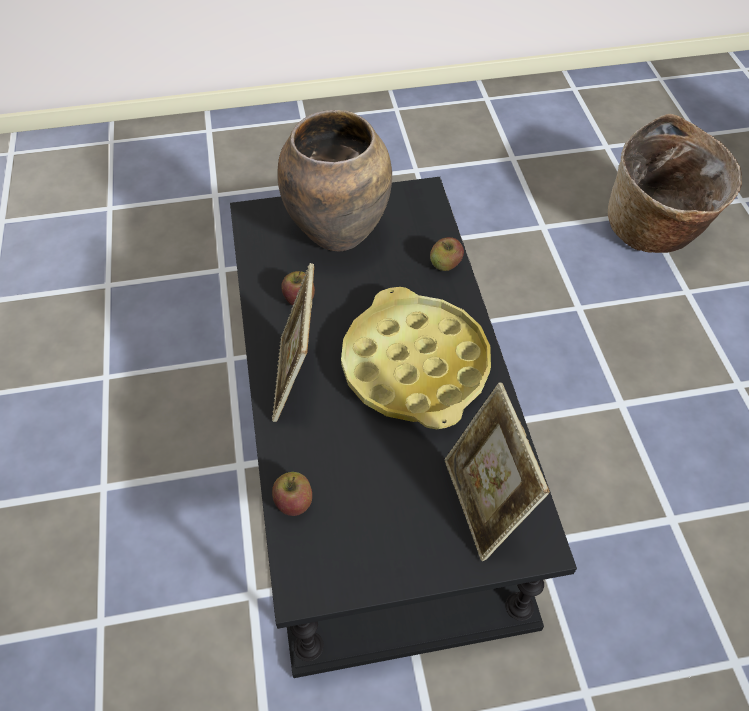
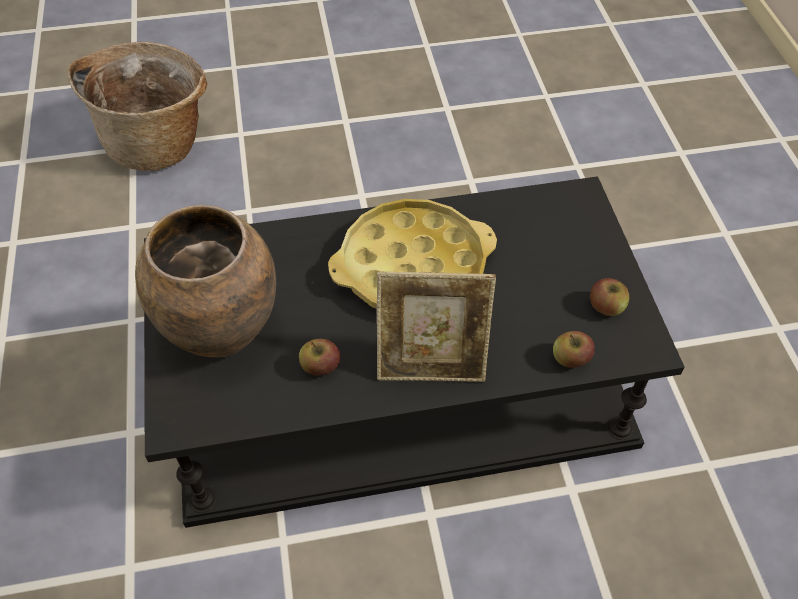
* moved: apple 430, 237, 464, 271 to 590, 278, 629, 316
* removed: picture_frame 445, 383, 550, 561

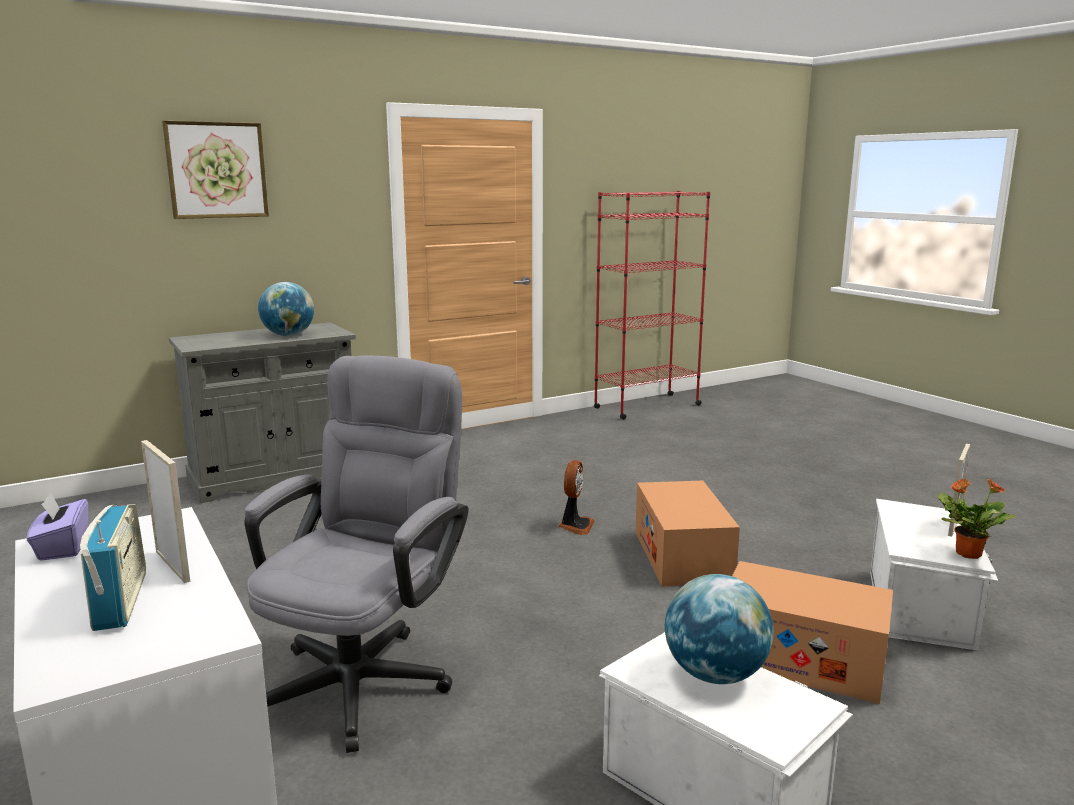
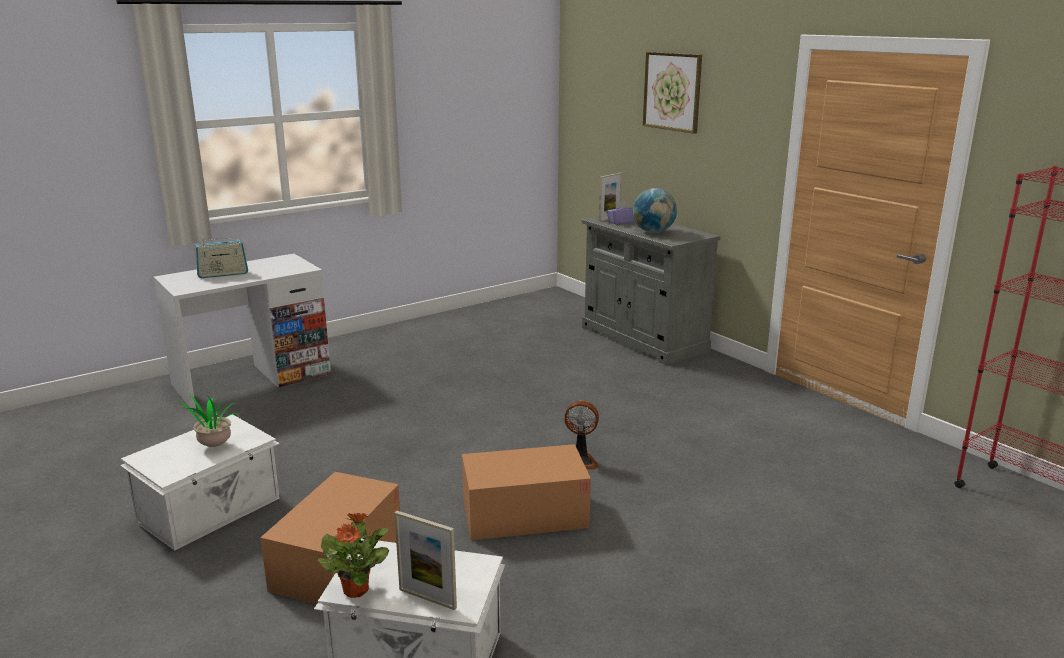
* replaced: globe 665, 574, 774, 684 to potted_plant 173, 394, 240, 447
* moved: picture_frame 141, 440, 190, 583 to 599, 173, 622, 222
* moved: purple_tissue_box 27, 493, 89, 561 to 606, 201, 634, 224
* removed: grey_office_chair 244, 355, 469, 753

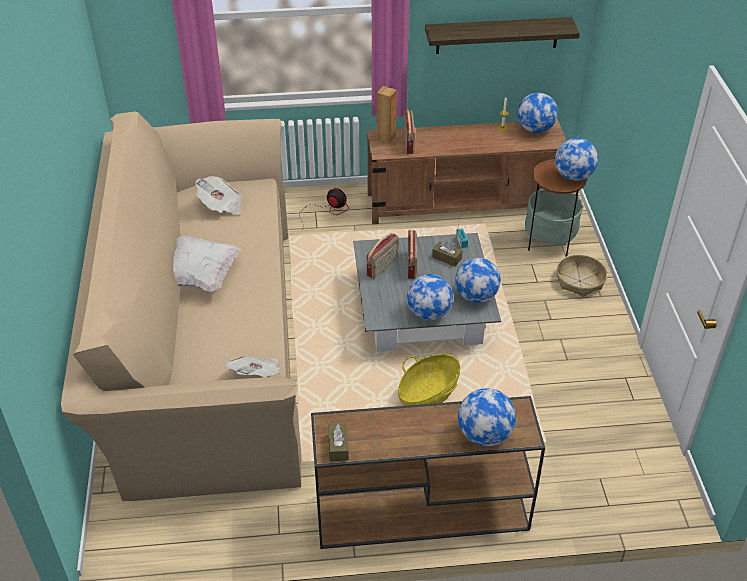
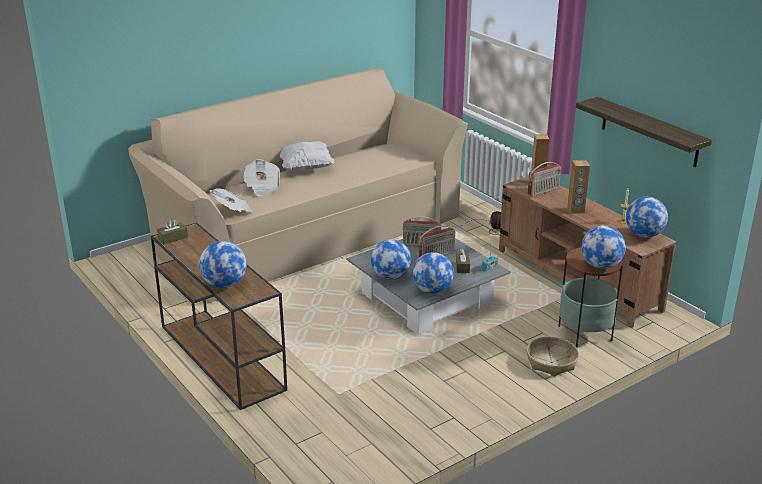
* moved: newspaper 196, 176, 242, 215 to 243, 159, 280, 196
* added: brown_speaker 567, 160, 590, 214
* removed: basket 398, 354, 460, 406

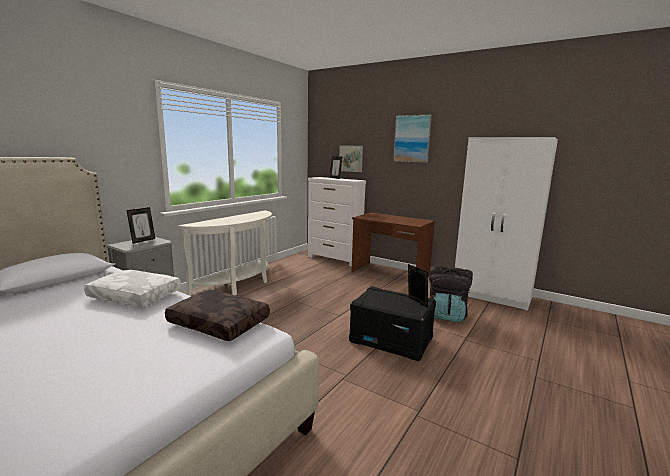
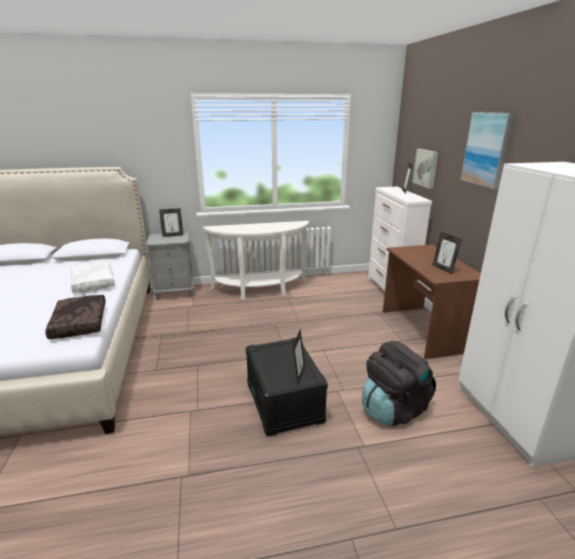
* added: picture_frame 433, 232, 462, 274

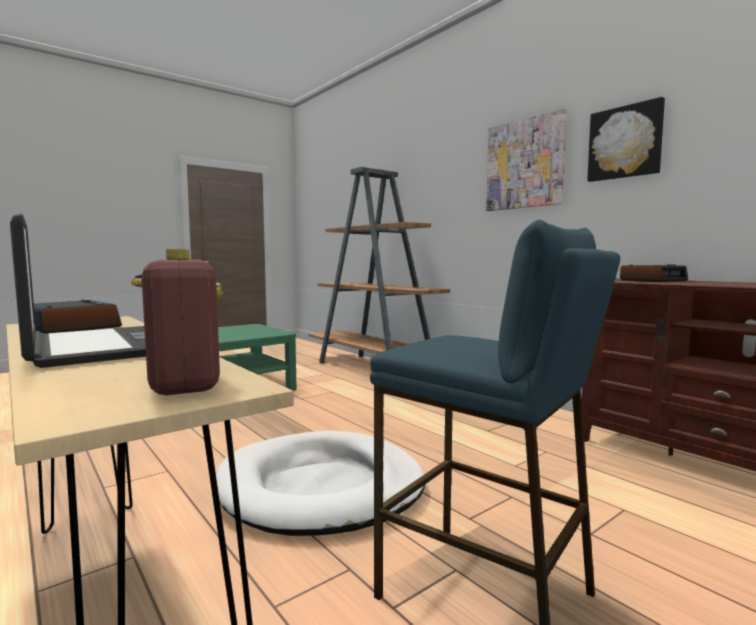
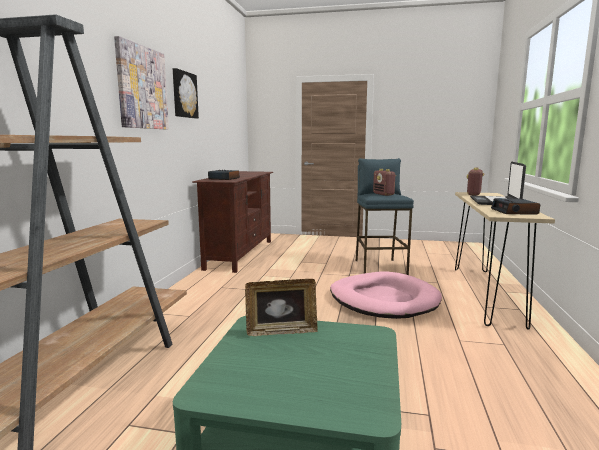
* added: picture_frame 245, 279, 318, 336
* recoloured: white_dog_bed 216, 431, 425, 536 to pink_dog_bed 330, 271, 442, 319
* added: radio 373, 169, 396, 196

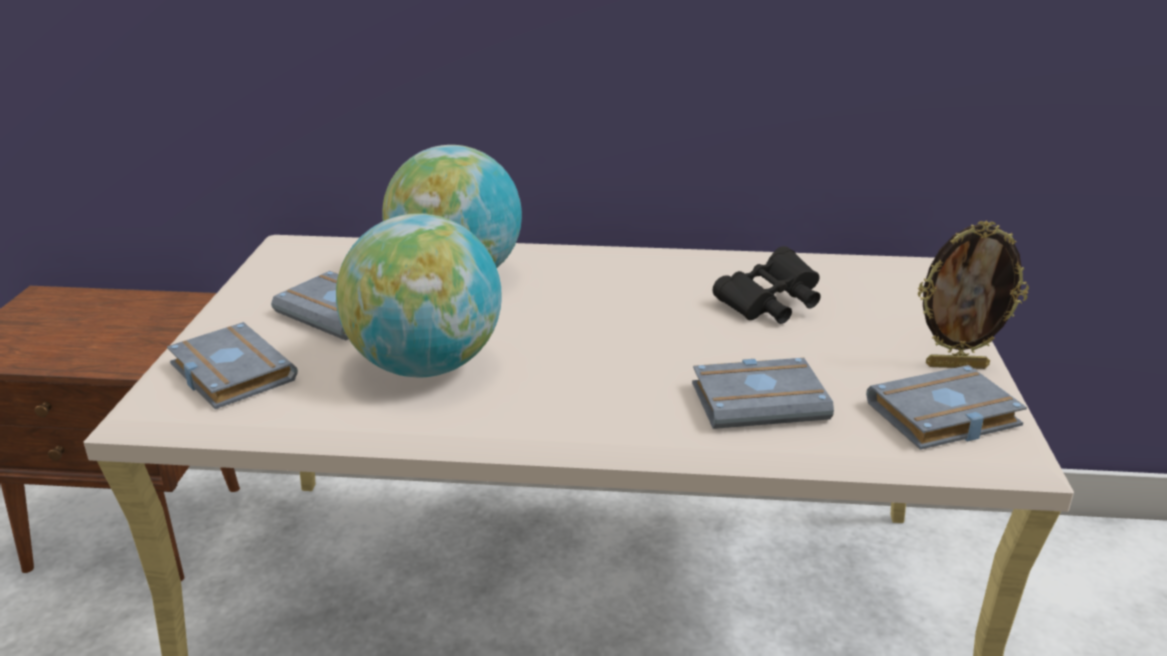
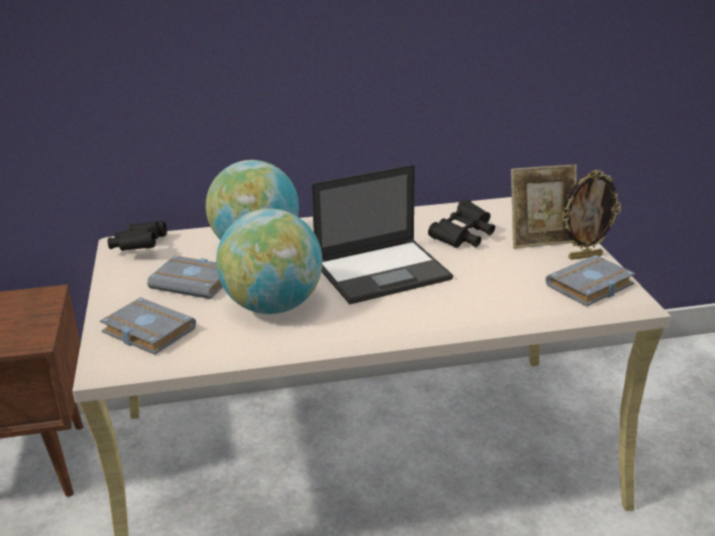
* added: black_binoculars 108, 221, 167, 251
* added: laptop 311, 164, 453, 305
* added: picture_frame 511, 164, 577, 249
* removed: grey_book 692, 358, 834, 429

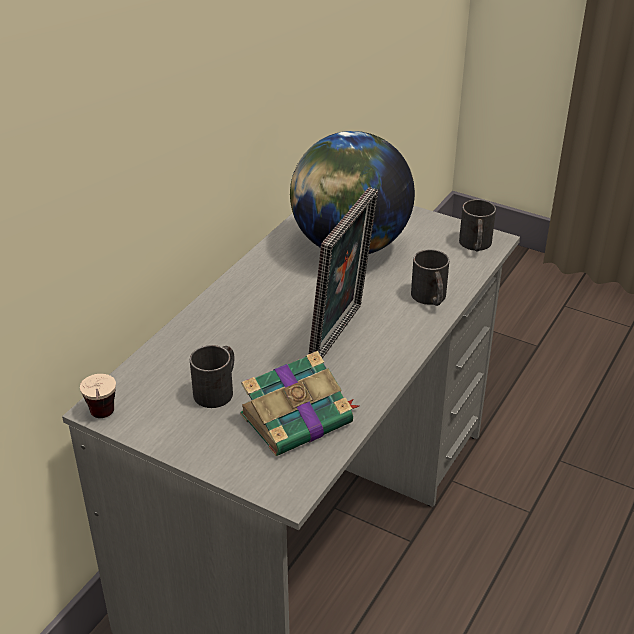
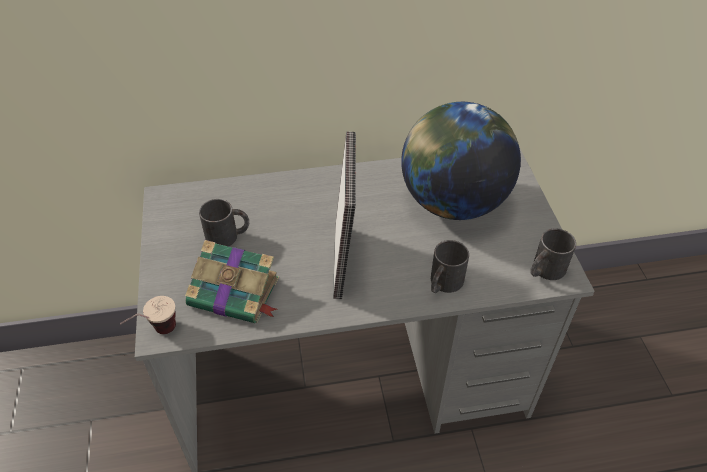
* moved: cup 80, 374, 116, 418 to 120, 296, 176, 334
* turned: picture_frame 309, 187, 378, 359 = 333, 131, 356, 299 75 degrees counterclockwise

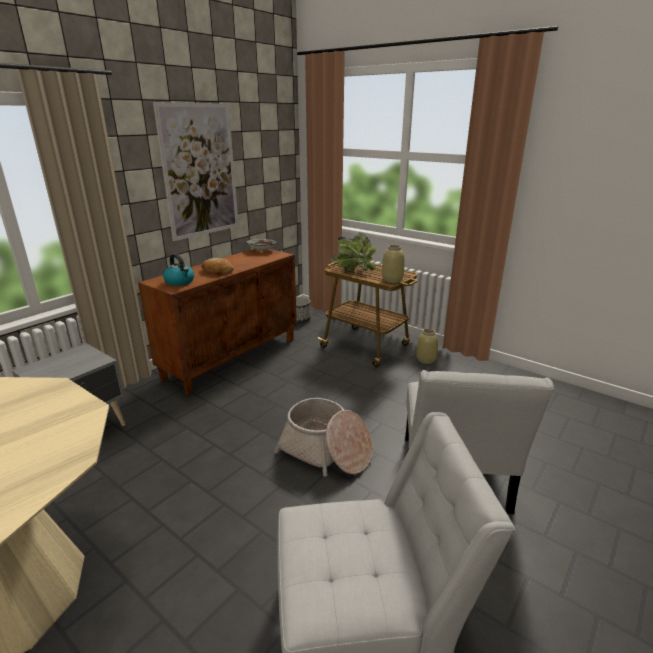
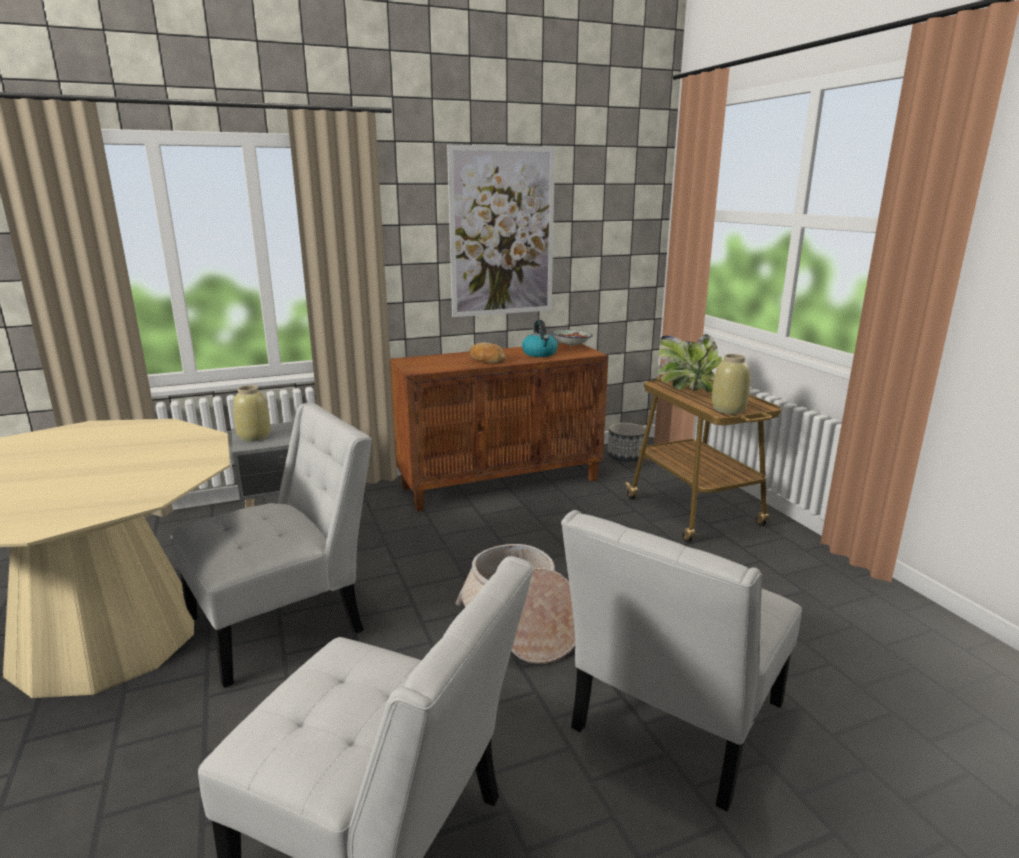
* added: white_chair 171, 403, 372, 688
* moved: beige_vase 416, 329, 438, 364 to 233, 385, 270, 442
* moved: kettle 163, 254, 194, 286 to 522, 320, 558, 357

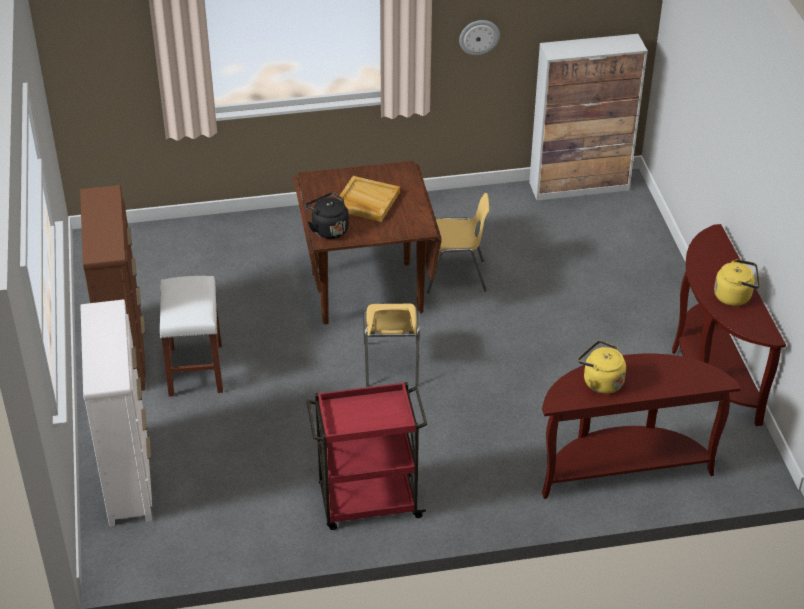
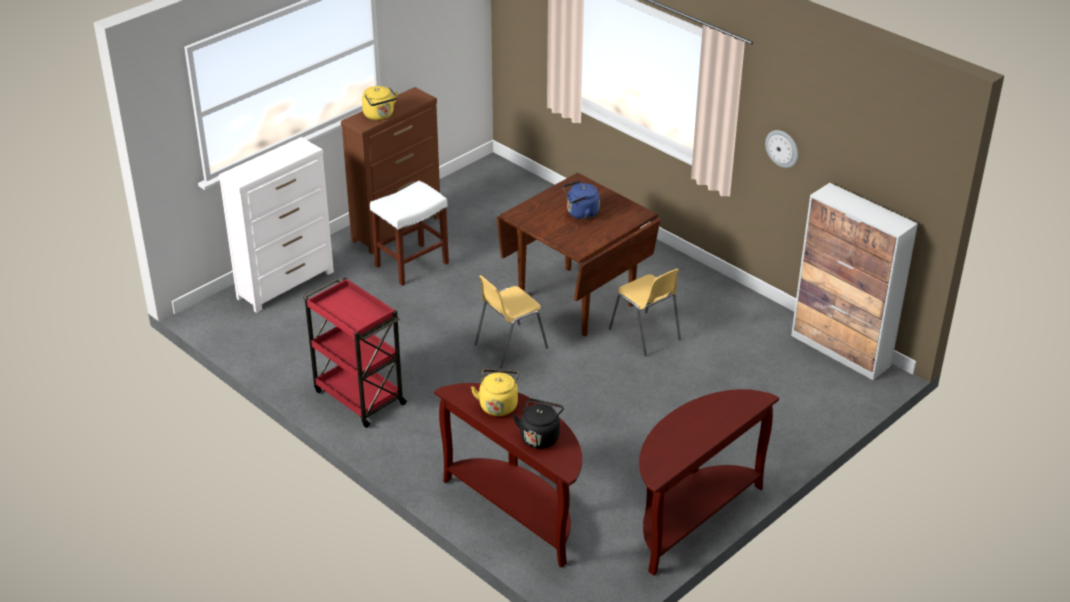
* moved: yellow_kettle 714, 259, 760, 306 to 362, 86, 398, 120
* moved: black_kettle 305, 192, 349, 239 to 513, 398, 564, 449
* replaced: beige_tray 338, 176, 400, 222 to blue_kettle 563, 181, 600, 219

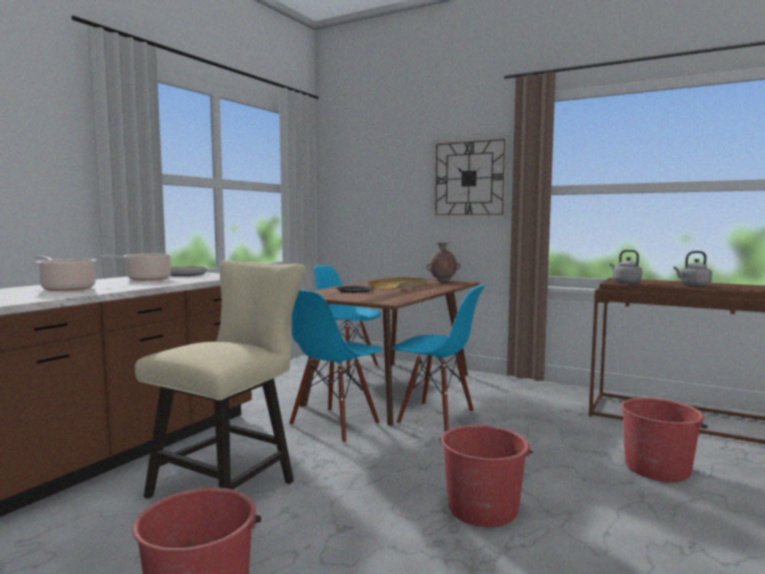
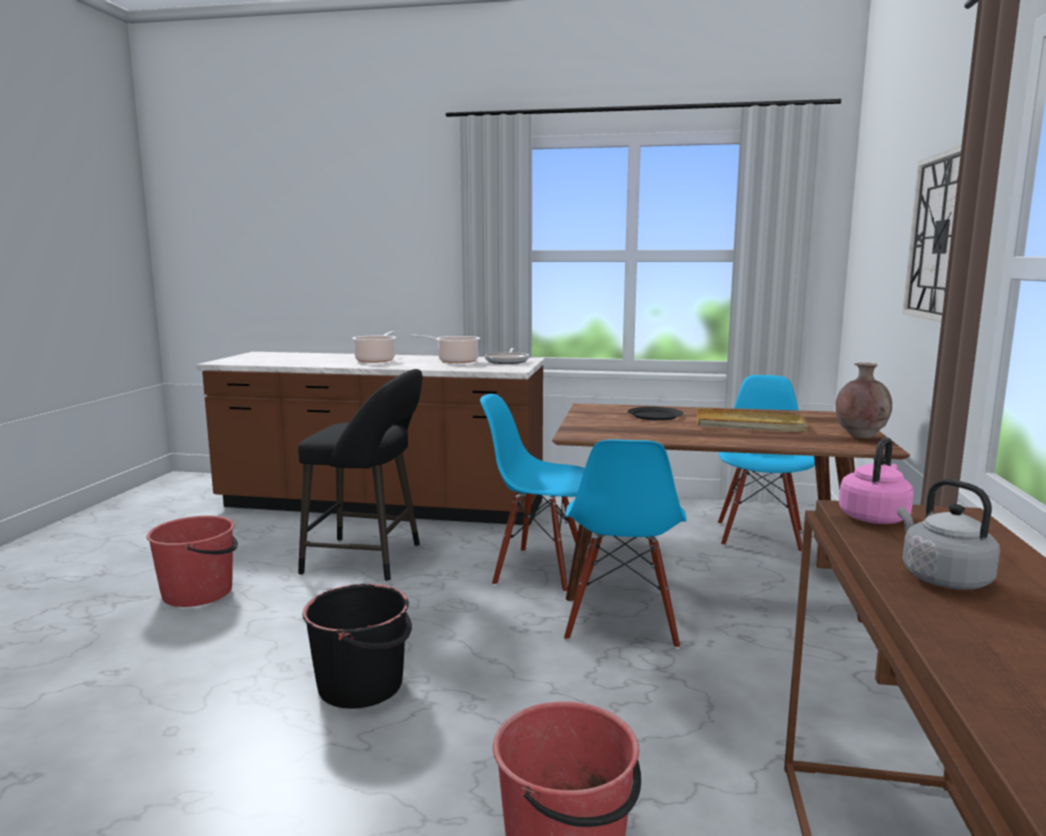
* replaced: beige_chair 135, 260, 306, 499 to black_stool 298, 369, 422, 581
* recoloured: red_bucket 440, 425, 533, 527 to black_bucket 302, 584, 412, 709
* recoloured: grey_kettle 610, 250, 642, 284 to pink_kettle 839, 437, 914, 524

